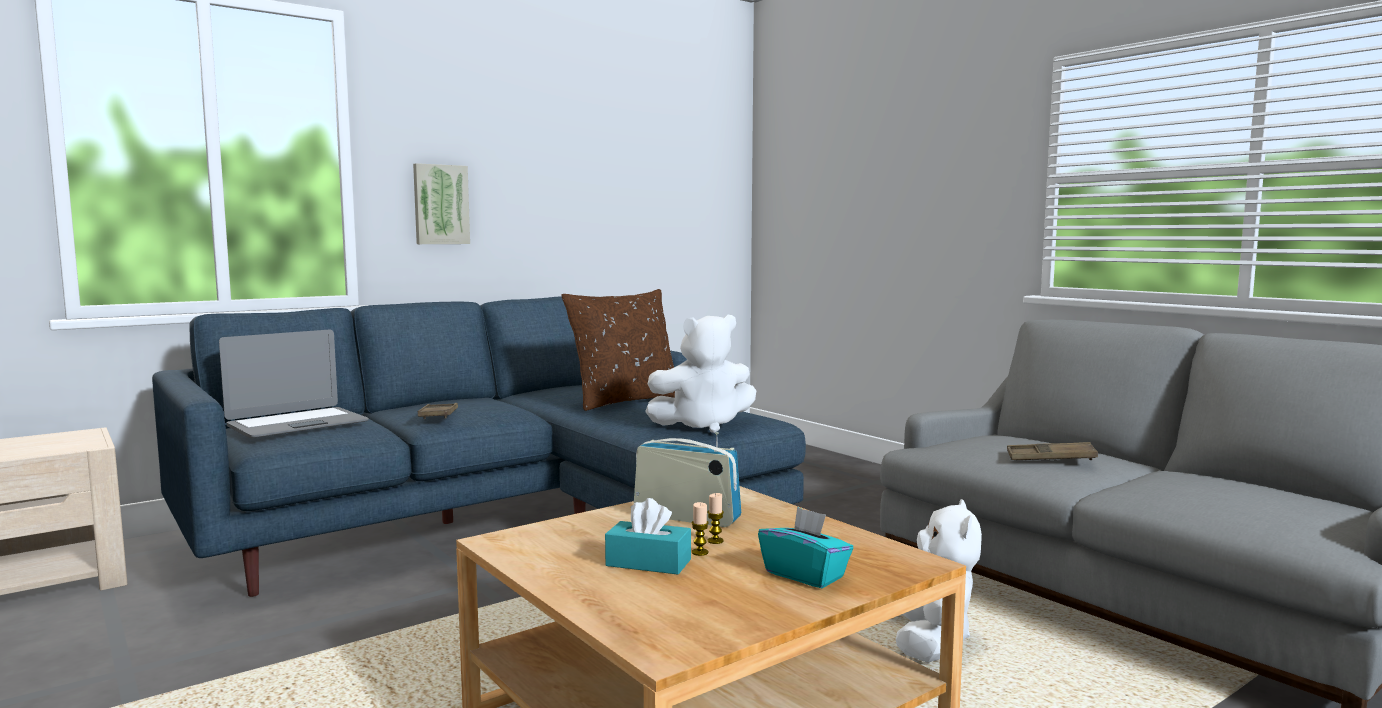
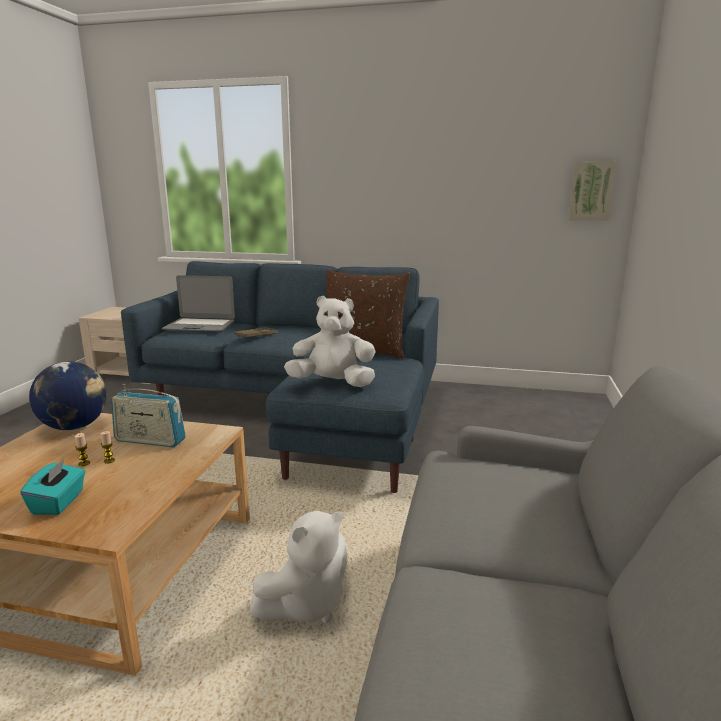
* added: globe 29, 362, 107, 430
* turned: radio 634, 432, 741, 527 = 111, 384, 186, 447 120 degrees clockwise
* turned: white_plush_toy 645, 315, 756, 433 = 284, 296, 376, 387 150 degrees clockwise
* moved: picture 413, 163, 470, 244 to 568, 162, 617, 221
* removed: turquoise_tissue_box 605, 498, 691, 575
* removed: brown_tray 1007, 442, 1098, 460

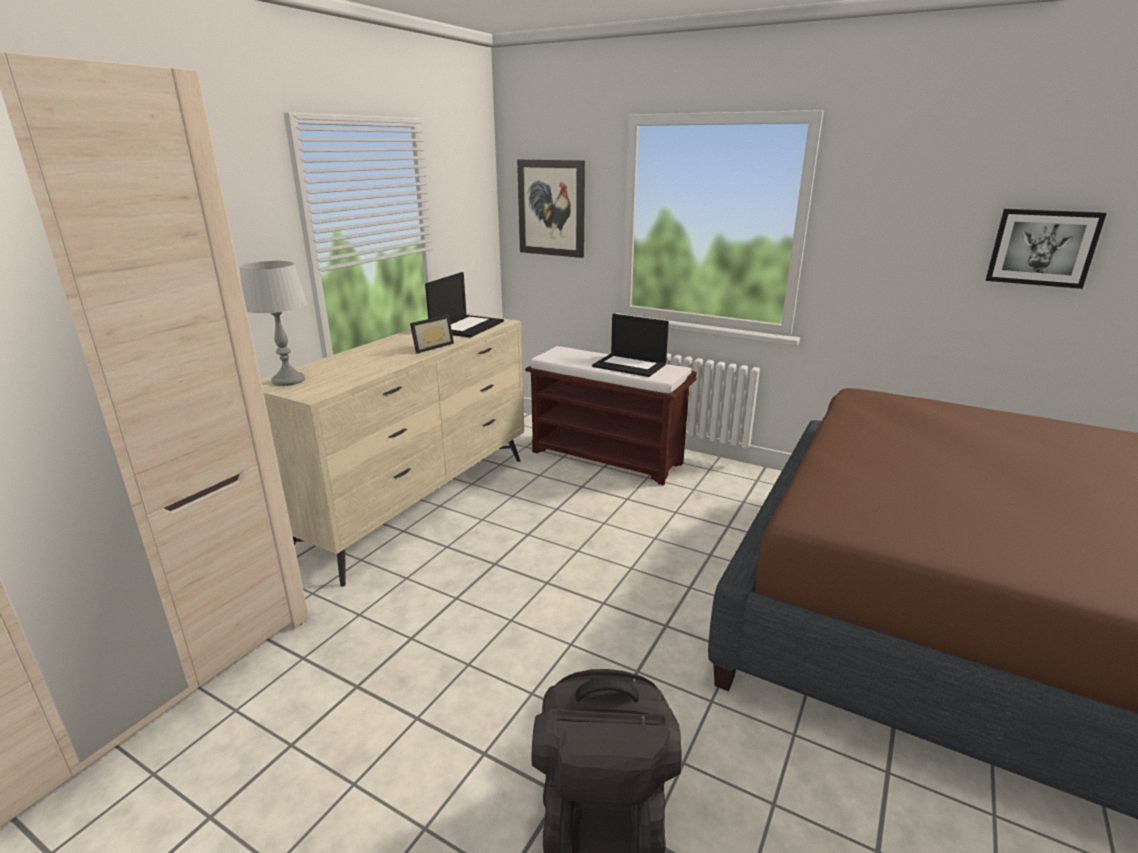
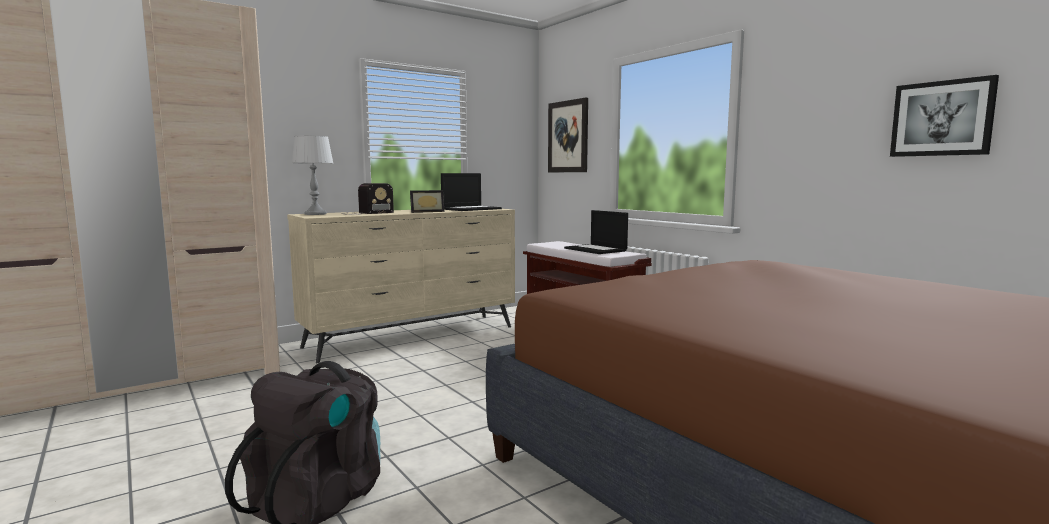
* added: radio 341, 183, 394, 215

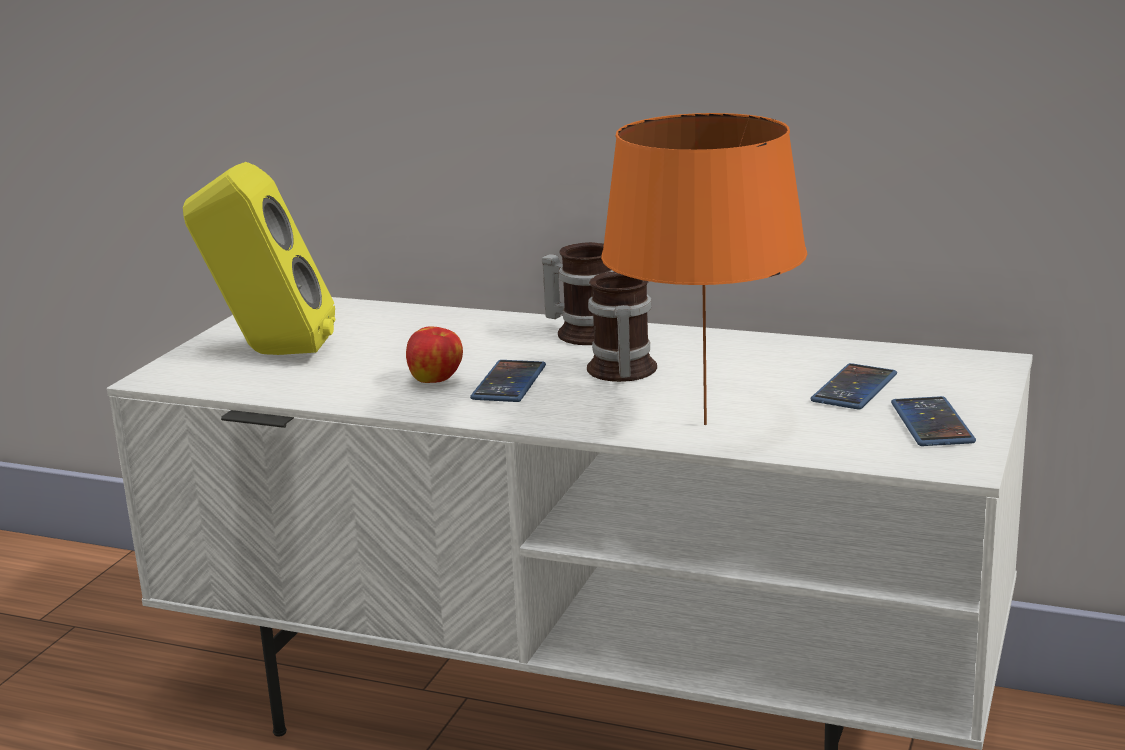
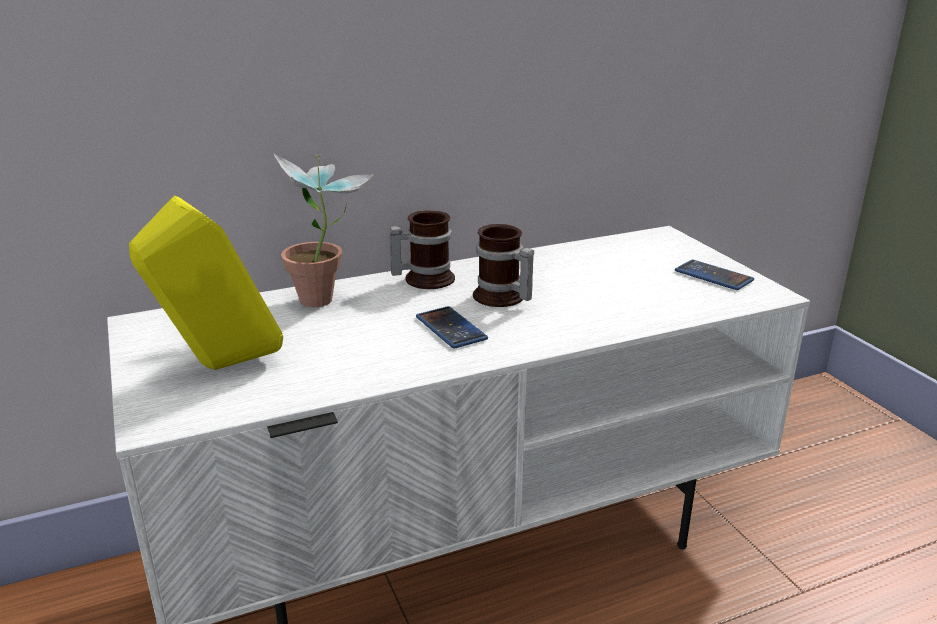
* added: potted_plant 274, 154, 374, 308
* removed: apple 406, 326, 463, 383
* removed: orange_table_lamp 601, 113, 807, 425
* removed: phone 810, 363, 897, 410

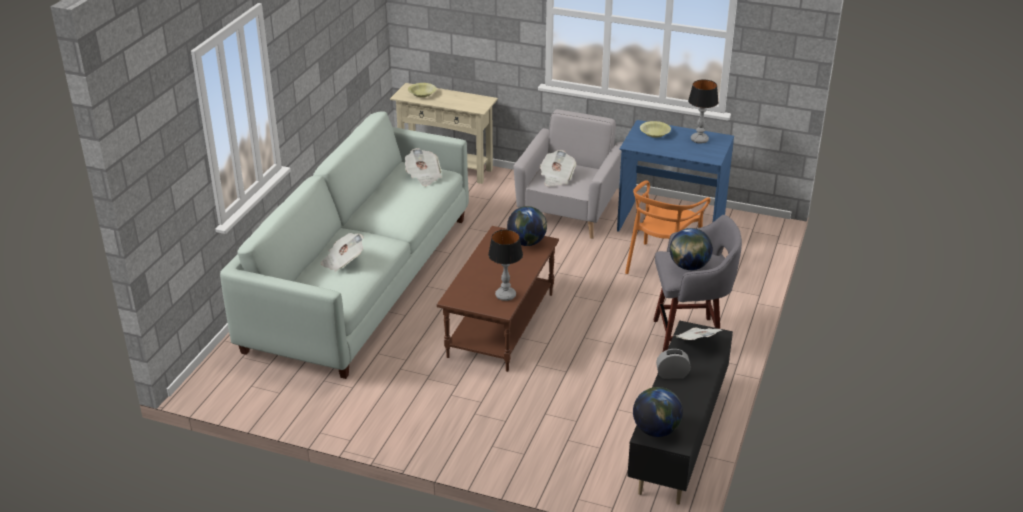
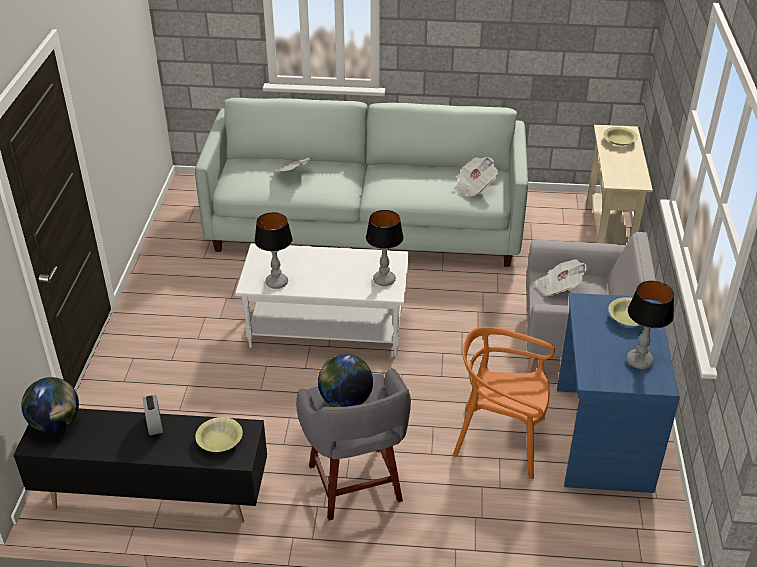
* replaced: newspaper 676, 328, 722, 340 to yellow_bowl 195, 417, 243, 452
* recoloured: brown_coffee_table 437, 226, 559, 372 to white_coffee_table 235, 243, 409, 356
* replaced: globe 507, 206, 547, 246 to table_lamp 366, 210, 403, 286

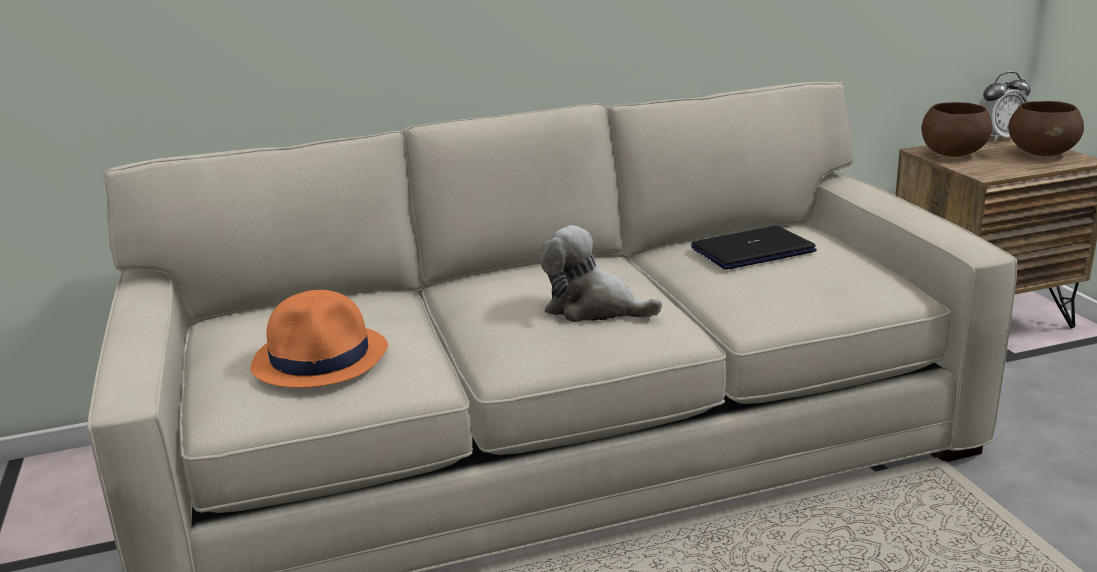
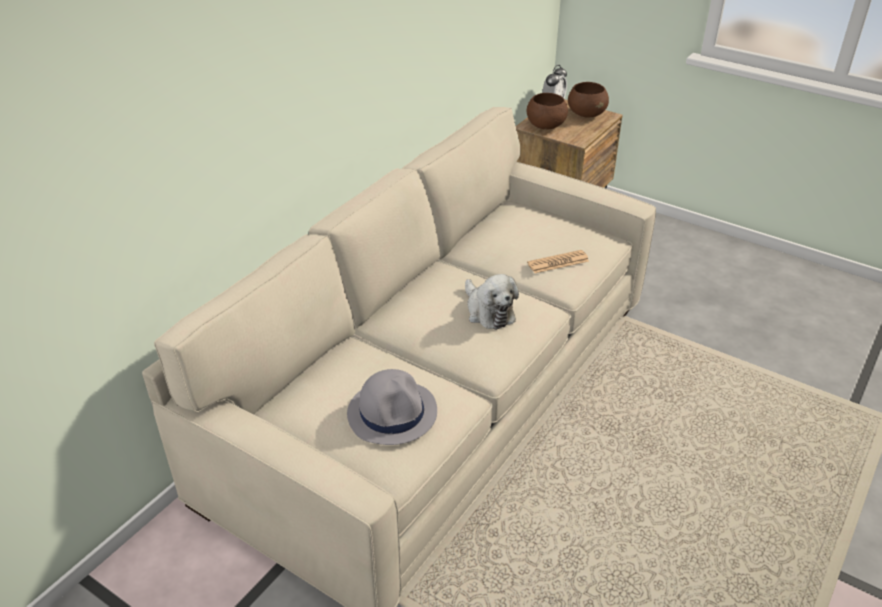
* recoloured: orange_hat 250, 290, 388, 388 to grey_hat 347, 369, 437, 445
* turned: plush_toy 541, 225, 662, 322 = 465, 274, 519, 330 105 degrees counterclockwise
* added: newspaper 527, 250, 589, 273
* removed: laptop 691, 226, 817, 270

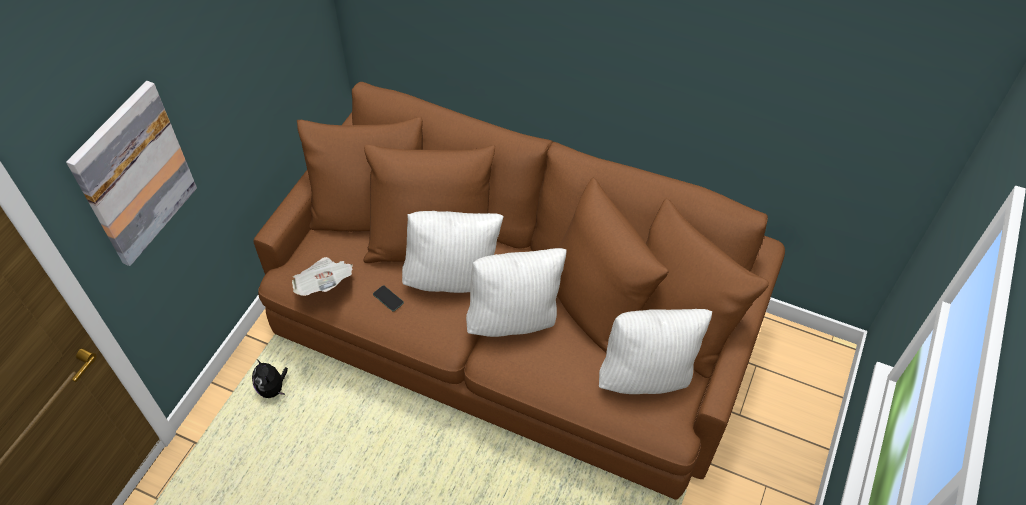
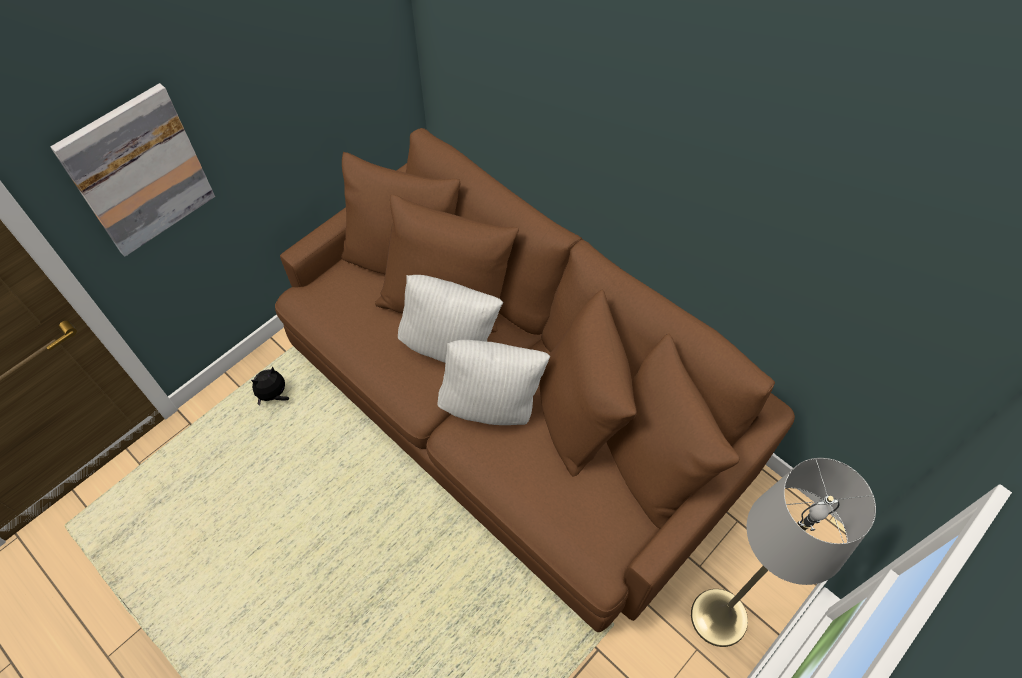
* turned: plush_toy 252, 359, 288, 398 = 251, 367, 289, 406 60 degrees clockwise
* added: grey_floor_lamp 691, 458, 876, 647
* removed: newspaper 292, 257, 353, 296
* removed: phone 373, 285, 404, 312
* removed: white_pillow 599, 309, 712, 394

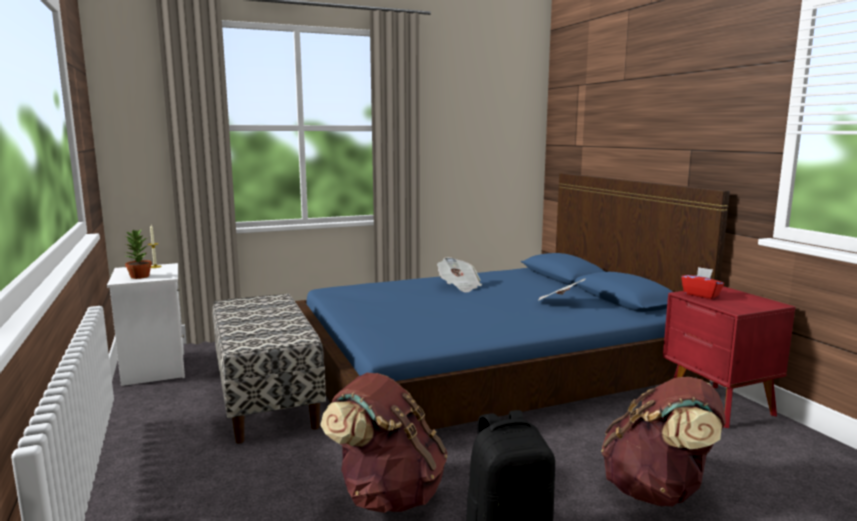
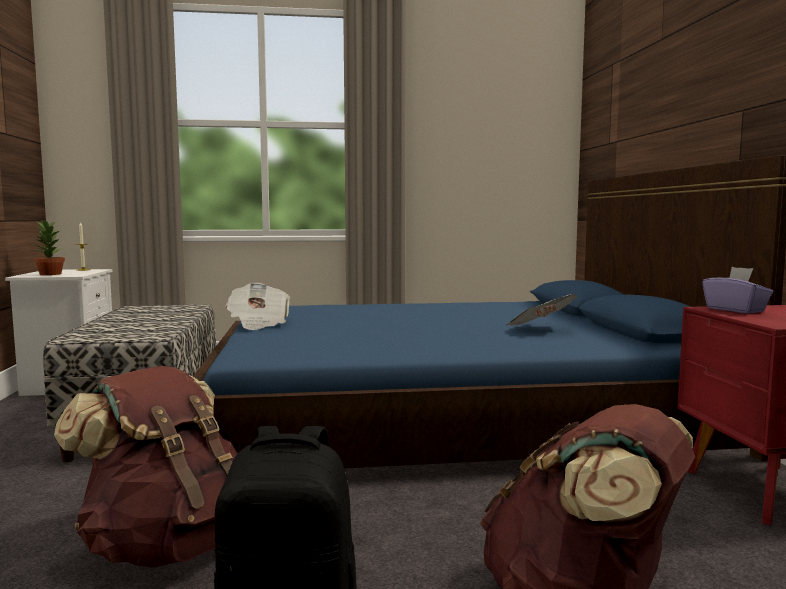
* moved: newspaper 437, 257, 482, 292 to 225, 283, 290, 330
* recoloured: red_tissue_box 681, 267, 724, 299 to purple_tissue_box 702, 267, 773, 313

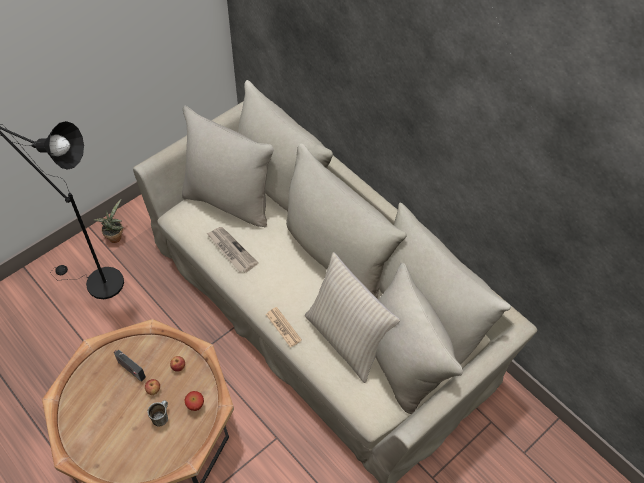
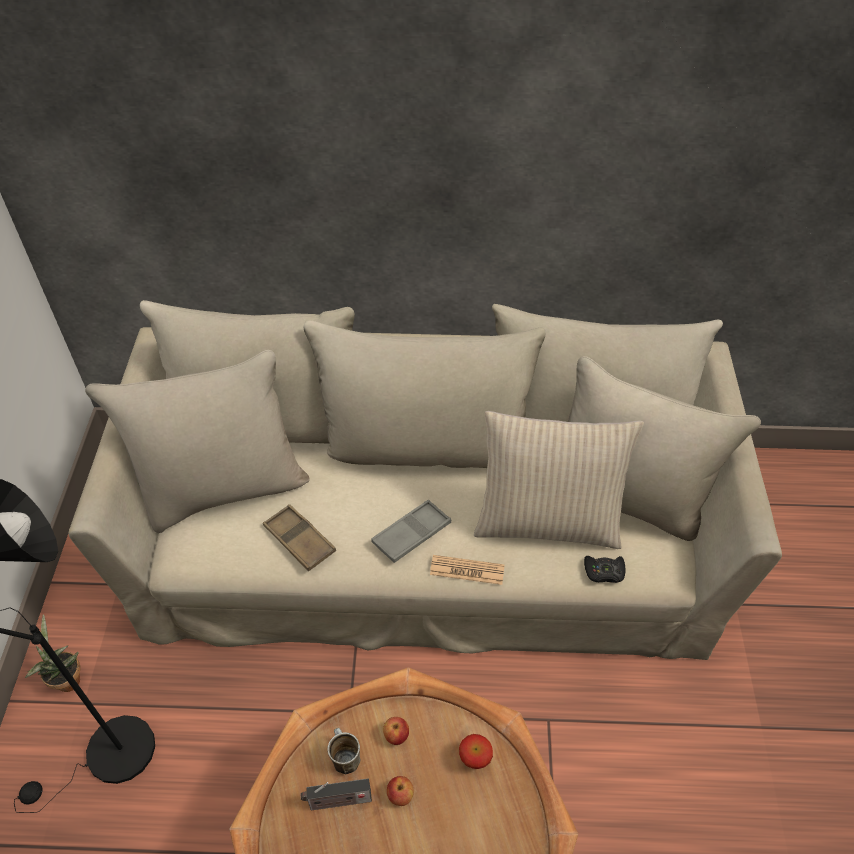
* replaced: newspaper 207, 227, 258, 273 to brown_tray 263, 504, 336, 571
* moved: mug 148, 400, 168, 427 to 327, 728, 360, 774
* added: grey_tray 371, 500, 451, 563
* added: black_game_controller 584, 556, 625, 583

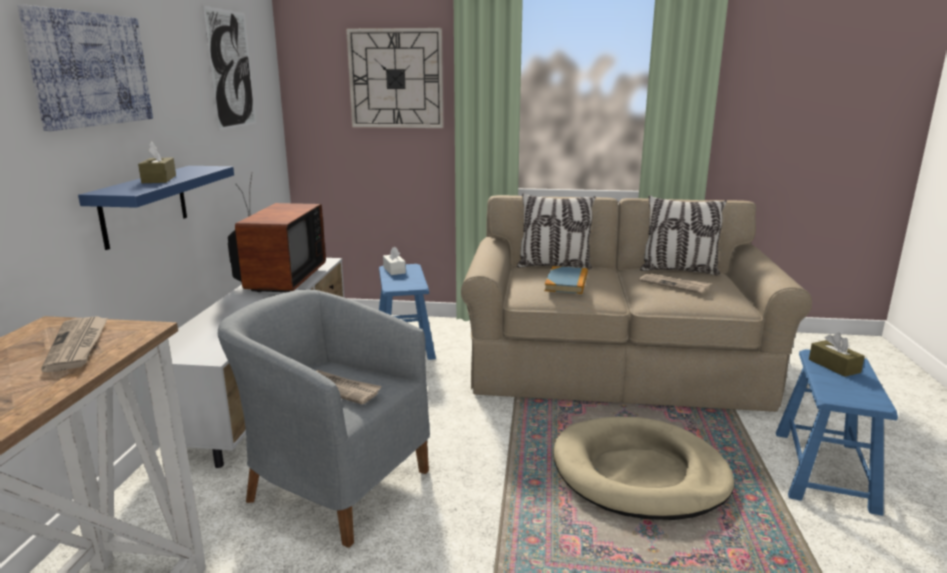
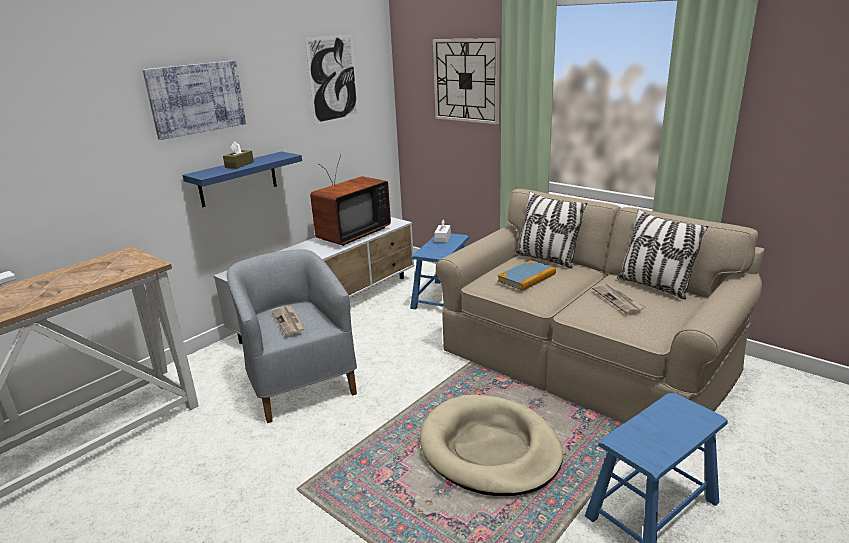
* removed: newspaper 41, 316, 108, 372
* removed: brown_tissue_box 809, 333, 865, 377

